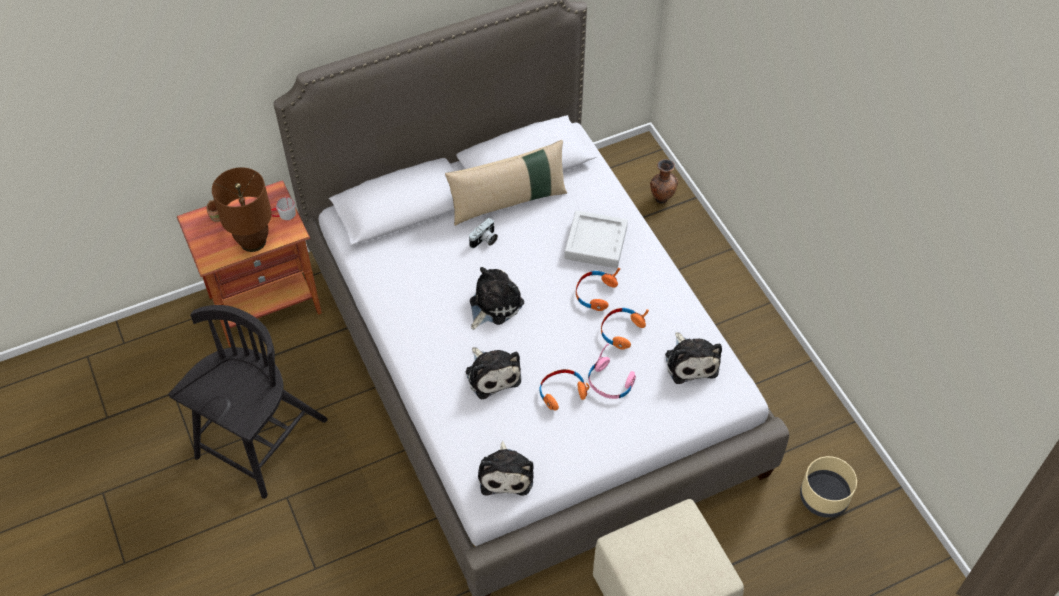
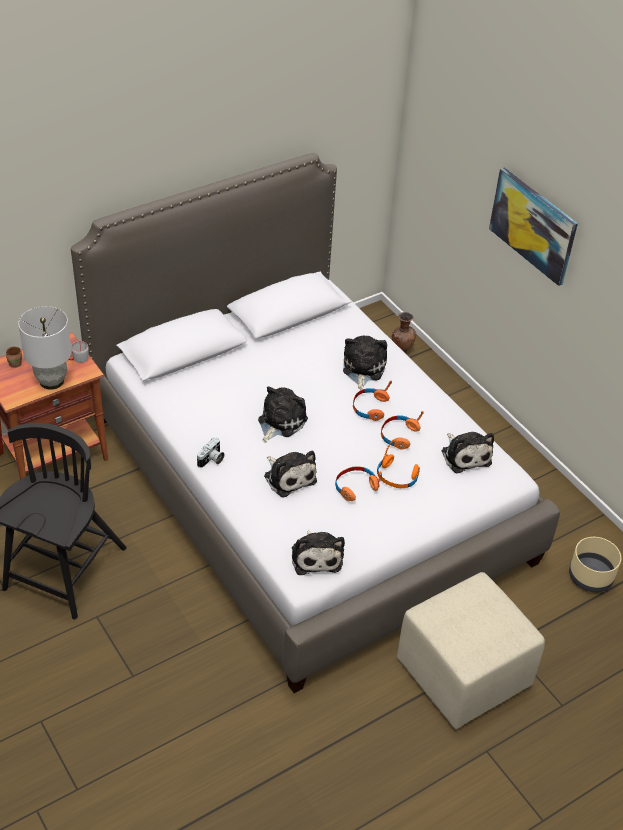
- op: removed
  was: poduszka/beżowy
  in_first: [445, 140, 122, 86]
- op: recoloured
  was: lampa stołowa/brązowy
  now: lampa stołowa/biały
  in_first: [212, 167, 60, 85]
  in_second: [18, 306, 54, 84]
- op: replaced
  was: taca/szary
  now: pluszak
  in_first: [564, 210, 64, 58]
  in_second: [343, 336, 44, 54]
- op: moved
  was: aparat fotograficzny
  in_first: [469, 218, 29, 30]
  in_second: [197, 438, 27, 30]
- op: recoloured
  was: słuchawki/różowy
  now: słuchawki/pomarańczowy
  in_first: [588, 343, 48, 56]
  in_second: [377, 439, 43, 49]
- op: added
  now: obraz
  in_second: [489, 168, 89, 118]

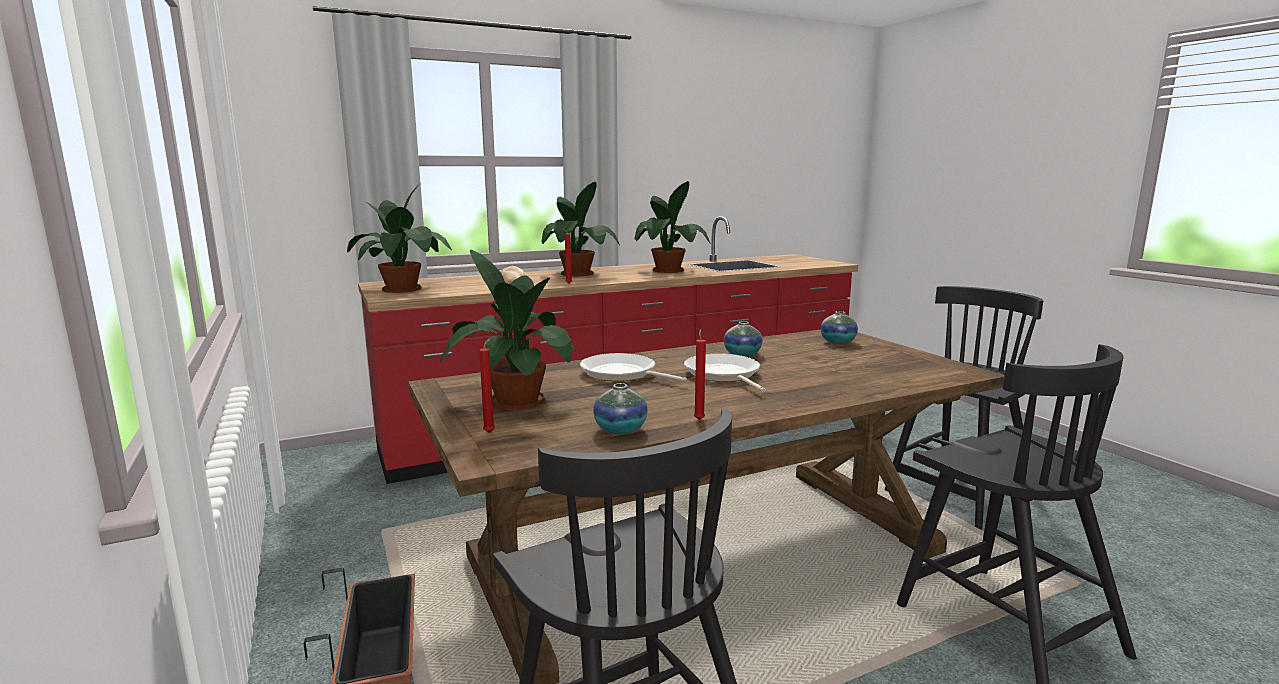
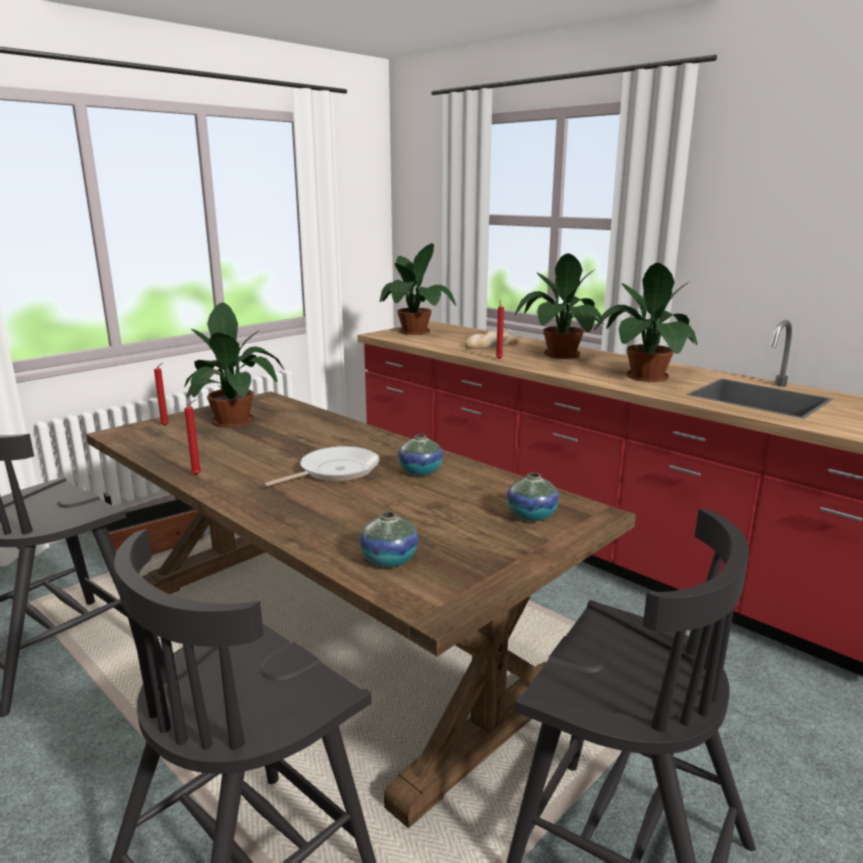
- op: removed
  was: patelnia
  in_first: [580, 353, 107, 28]
- op: moved
  was: wazon
  in_first: [593, 383, 55, 51]
  in_second: [360, 512, 58, 55]

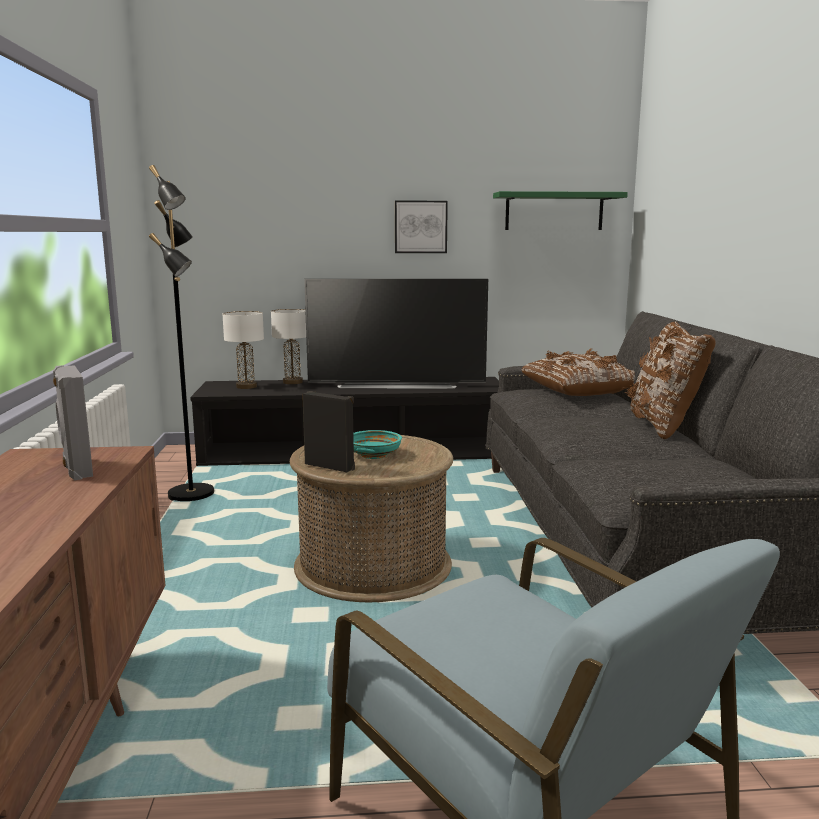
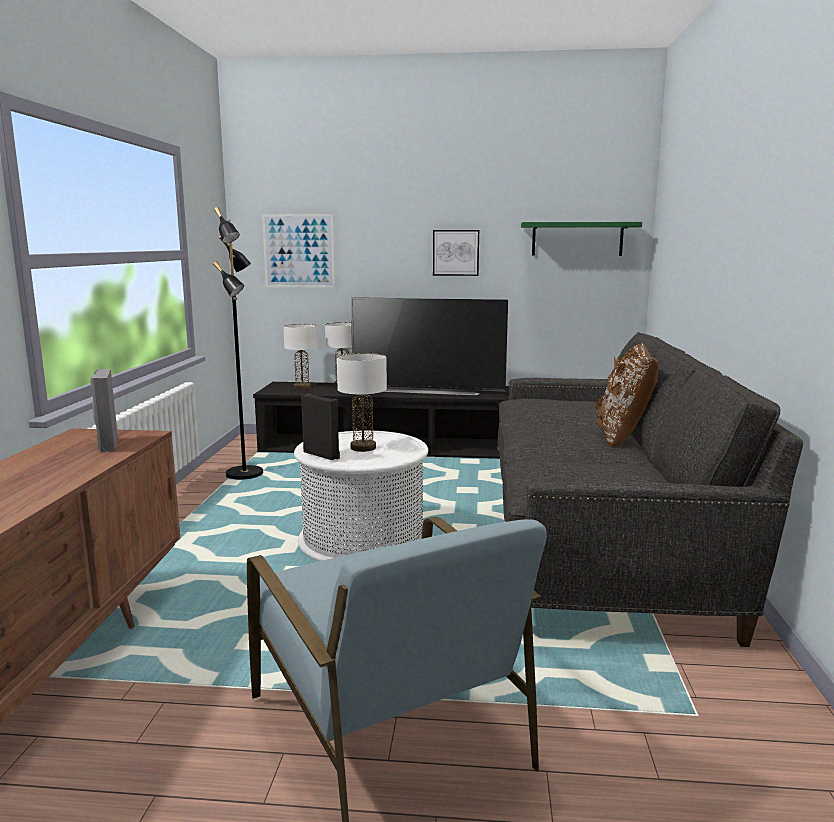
- op: removed
  was: poduszka/brązowy
  in_first: [522, 348, 113, 48]
- op: replaced
  was: miska/turkusowy
  now: lampa stołowa
  in_first: [353, 430, 49, 29]
  in_second: [337, 353, 50, 99]
- op: recoloured
  was: ława/brązowy
  now: ława/biały
  in_first: [290, 435, 163, 167]
  in_second: [294, 431, 134, 130]
- op: added
  now: obraz
  in_second: [262, 214, 73, 74]

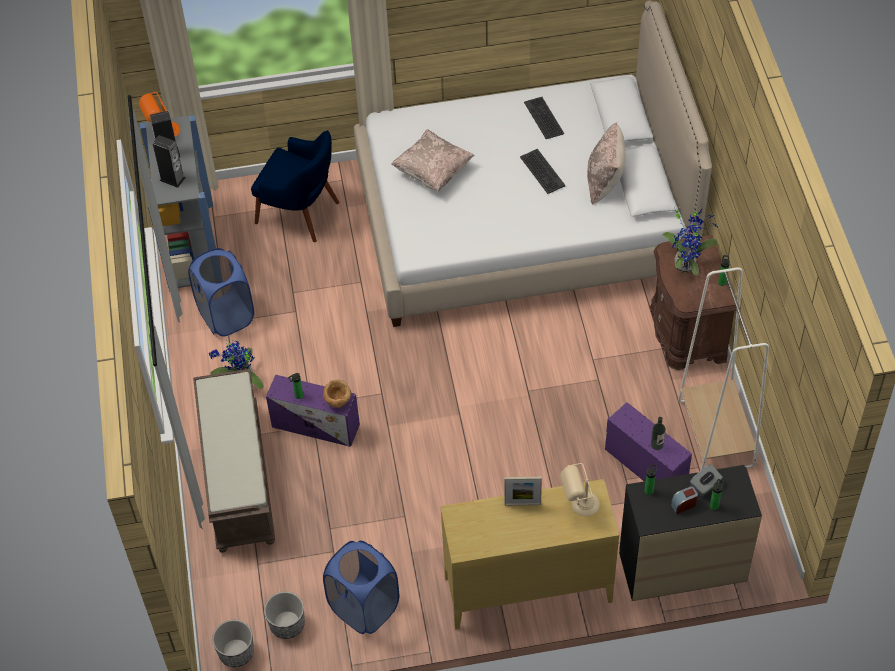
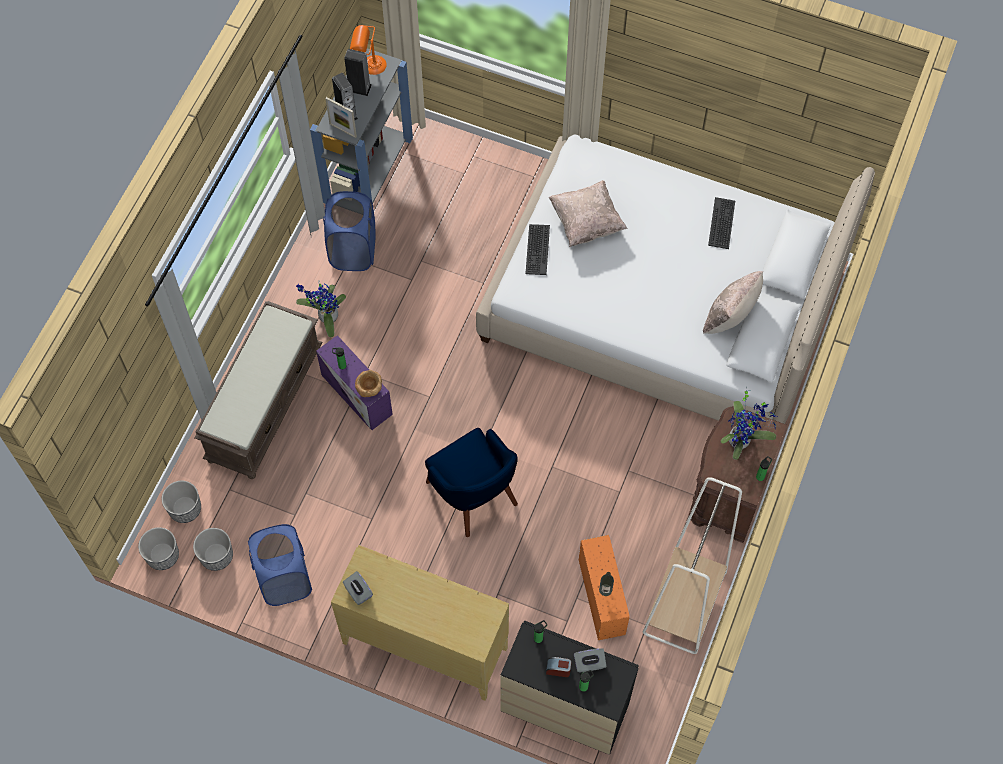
- op: moved
  was: fotel/niebieski
  in_first: [251, 130, 88, 112]
  in_second: [425, 428, 93, 109]
- op: moved
  was: klawiatura
  in_first: [520, 149, 45, 45]
  in_second: [525, 224, 25, 51]
- op: recoloured
  was: pojemnik do przechowywania/fioletowy
  now: pojemnik do przechowywania/pomarańczowy
  in_first: [605, 402, 87, 79]
  in_second: [579, 535, 50, 105]
- op: removed
  was: lampa stołowa/beżowy
  in_first: [560, 463, 40, 53]
- op: moved
  was: ramka na zdjęcie
  in_first: [505, 477, 37, 29]
  in_second: [325, 97, 32, 41]
- op: added
  now: donica
  in_second: [162, 481, 39, 42]
- op: added
  now: pudełko chusteczek/szary
  in_second: [343, 571, 30, 34]

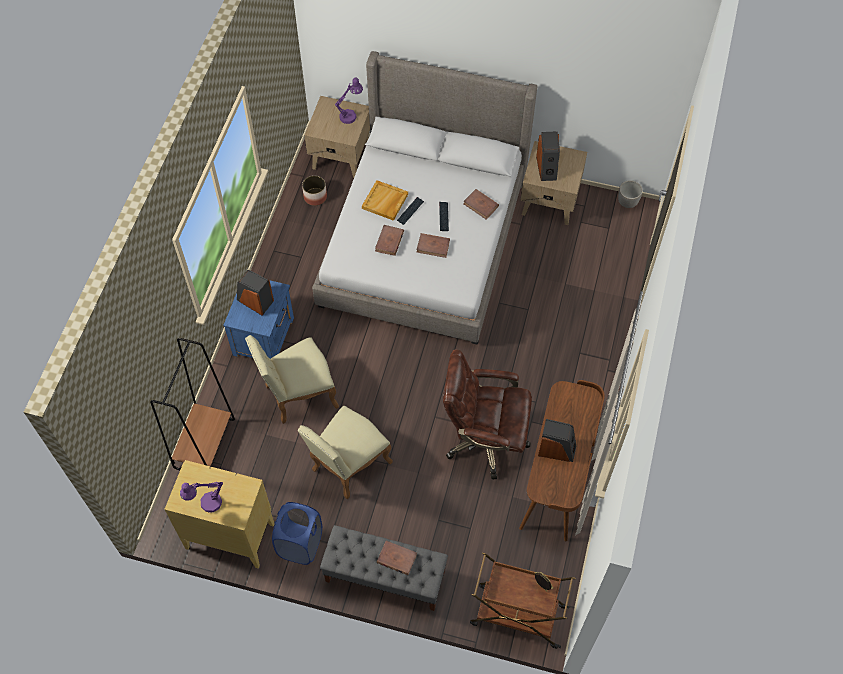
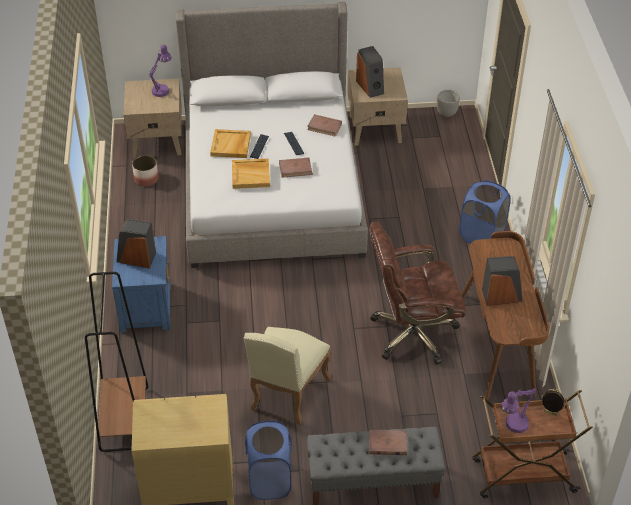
- op: replaced
  was: książka/brązowy
  now: taca/beżowy
  in_first: [375, 225, 29, 31]
  in_second: [232, 159, 38, 30]
- op: removed
  was: krzesło/beżowy
  in_first: [245, 335, 94, 89]
- op: moved
  was: lampa stołowa/fioletowy
  in_first: [180, 482, 43, 31]
  in_second: [501, 388, 36, 45]
- op: added
  now: kosz na pranie/niebieski
  in_second: [459, 180, 52, 64]

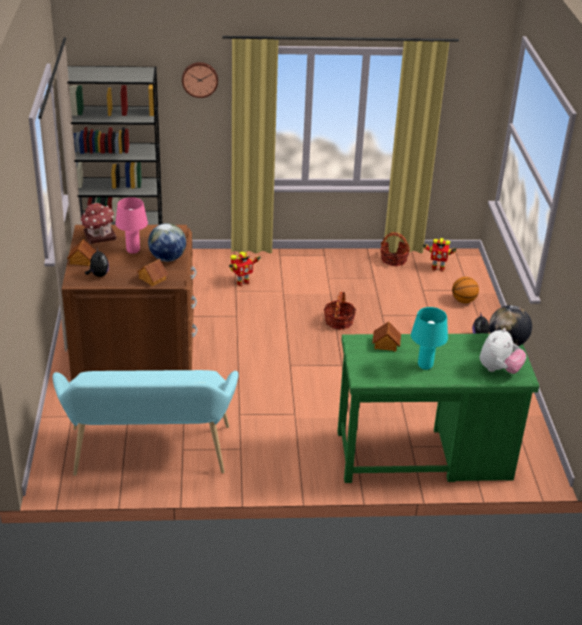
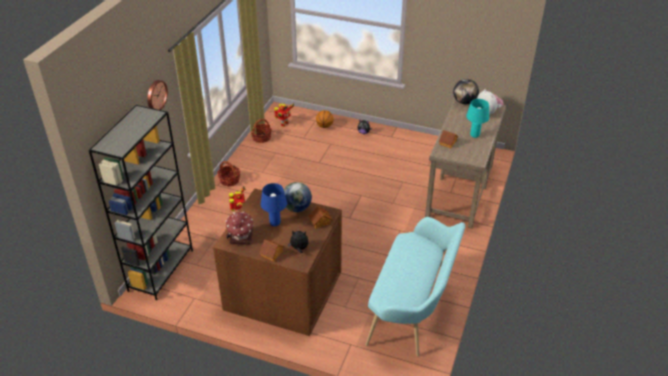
- op: recoloured
  was: lampa stołowa/różowy
  now: lampa stołowa/niebieski
  in_first: [115, 197, 33, 57]
  in_second: [261, 183, 26, 43]
- op: moved
  was: koszyk
  in_first: [324, 292, 32, 38]
  in_second: [217, 161, 23, 26]
- op: recoloured
  was: biurko/zielony
  now: biurko/brązowy
  in_first: [337, 333, 202, 150]
  in_second: [425, 99, 81, 129]

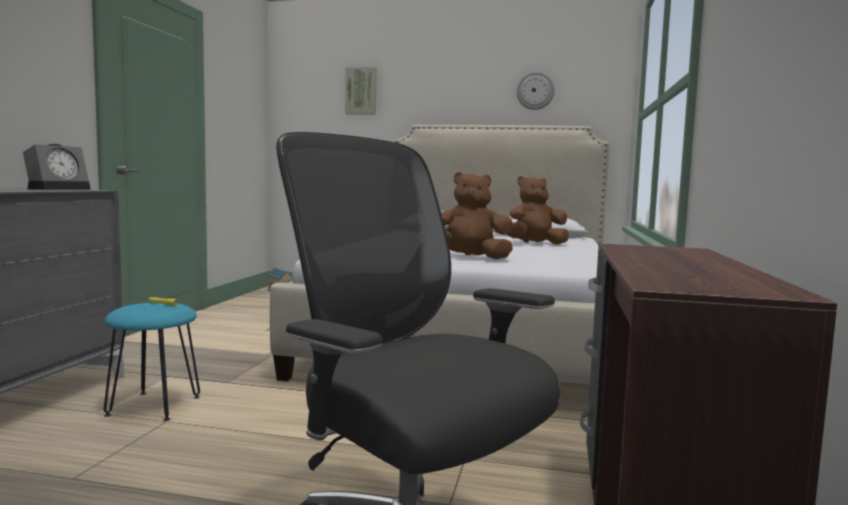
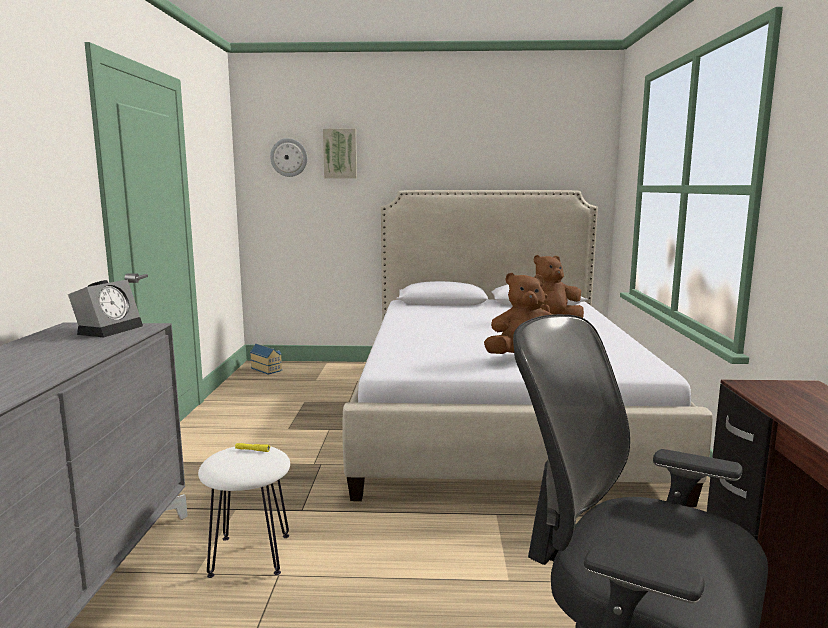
- op: moved
  was: zegar ścienny
  in_first: [516, 71, 39, 39]
  in_second: [270, 138, 37, 39]
- op: recoloured
  was: stołek/turkusowy
  now: stołek/biały
  in_first: [103, 303, 97, 118]
  in_second: [198, 446, 92, 132]

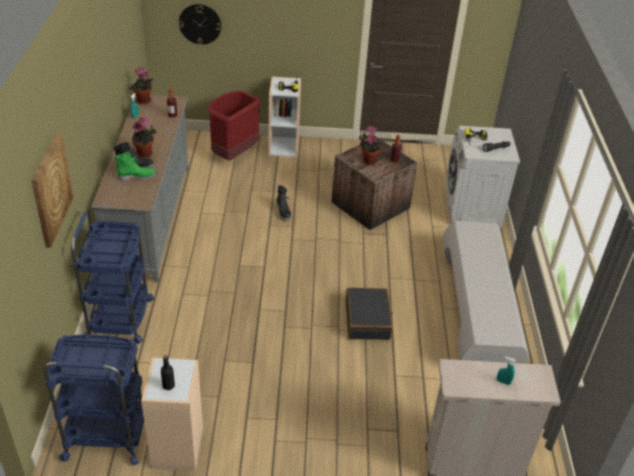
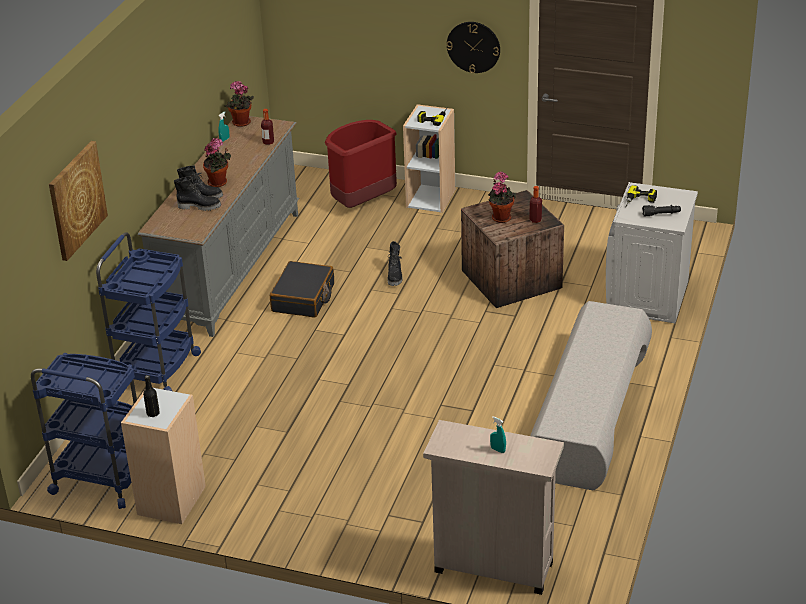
- op: moved
  was: zegar ścienny
  in_first: [179, 4, 42, 41]
  in_second: [446, 22, 54, 51]
- op: recoloured
  was: but z cholewką/zielony
  now: but z cholewką/czarny
  in_first: [115, 152, 42, 29]
  in_second: [174, 176, 47, 35]
- op: moved
  was: walizka/czarny
  in_first: [346, 287, 47, 53]
  in_second: [270, 261, 64, 57]

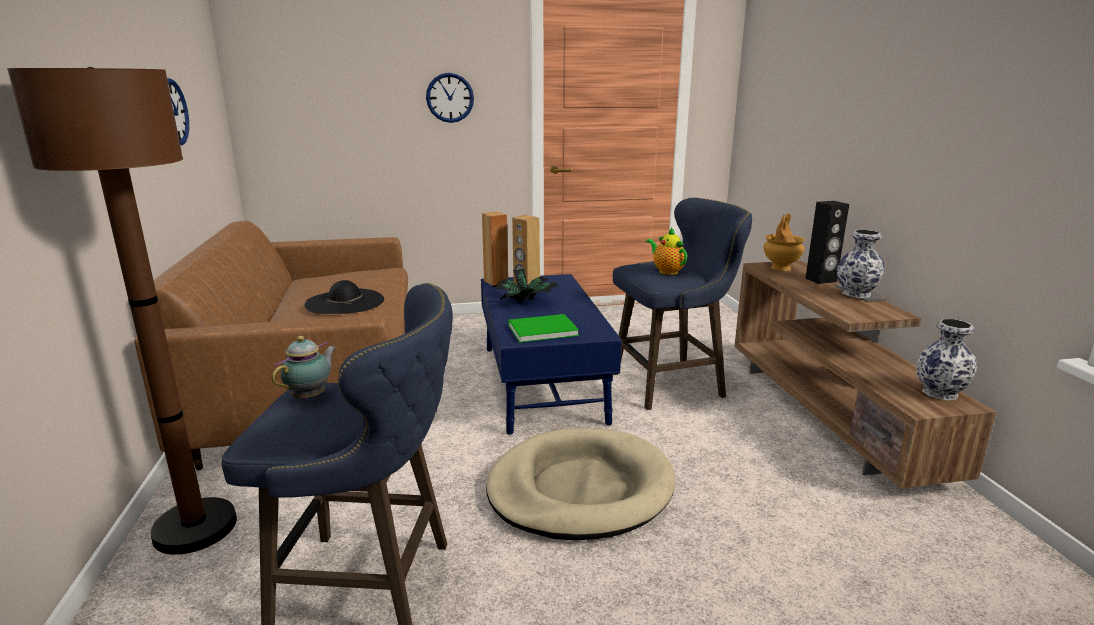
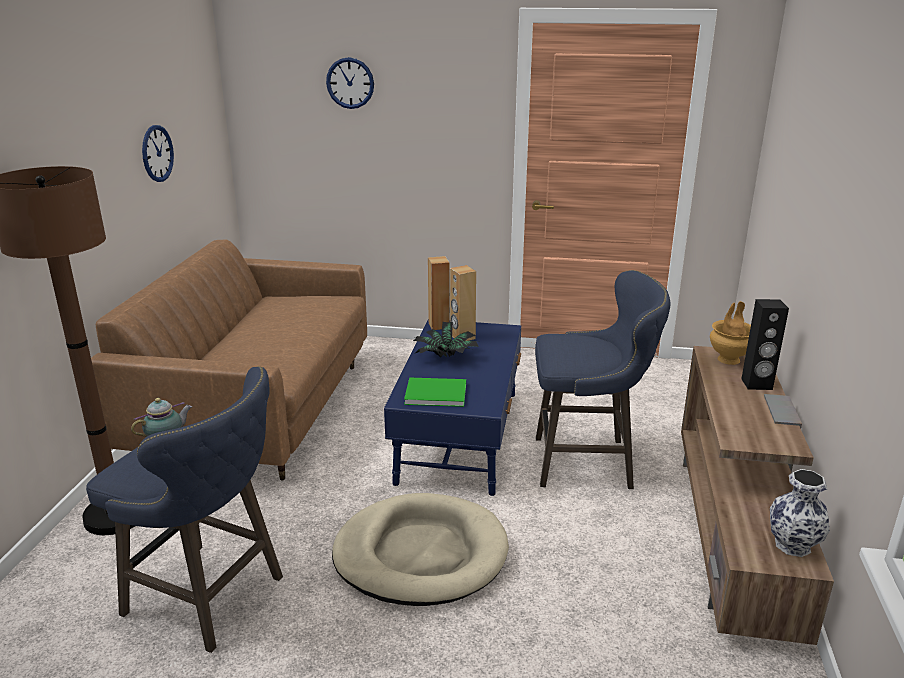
- op: moved
  was: zegar ścienny
  in_first: [426, 73, 48, 50]
  in_second: [326, 57, 48, 52]
- op: removed
  was: imbryk
  in_first: [646, 227, 41, 48]
- op: removed
  was: wazon
  in_first: [837, 230, 48, 68]
- op: removed
  was: kapelusz/czarny
  in_first: [305, 280, 79, 34]

